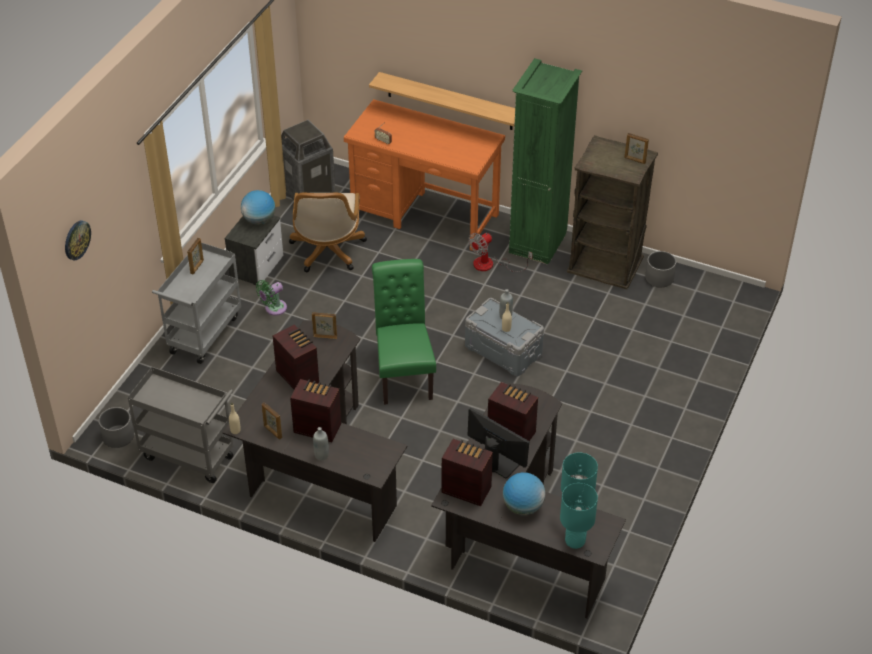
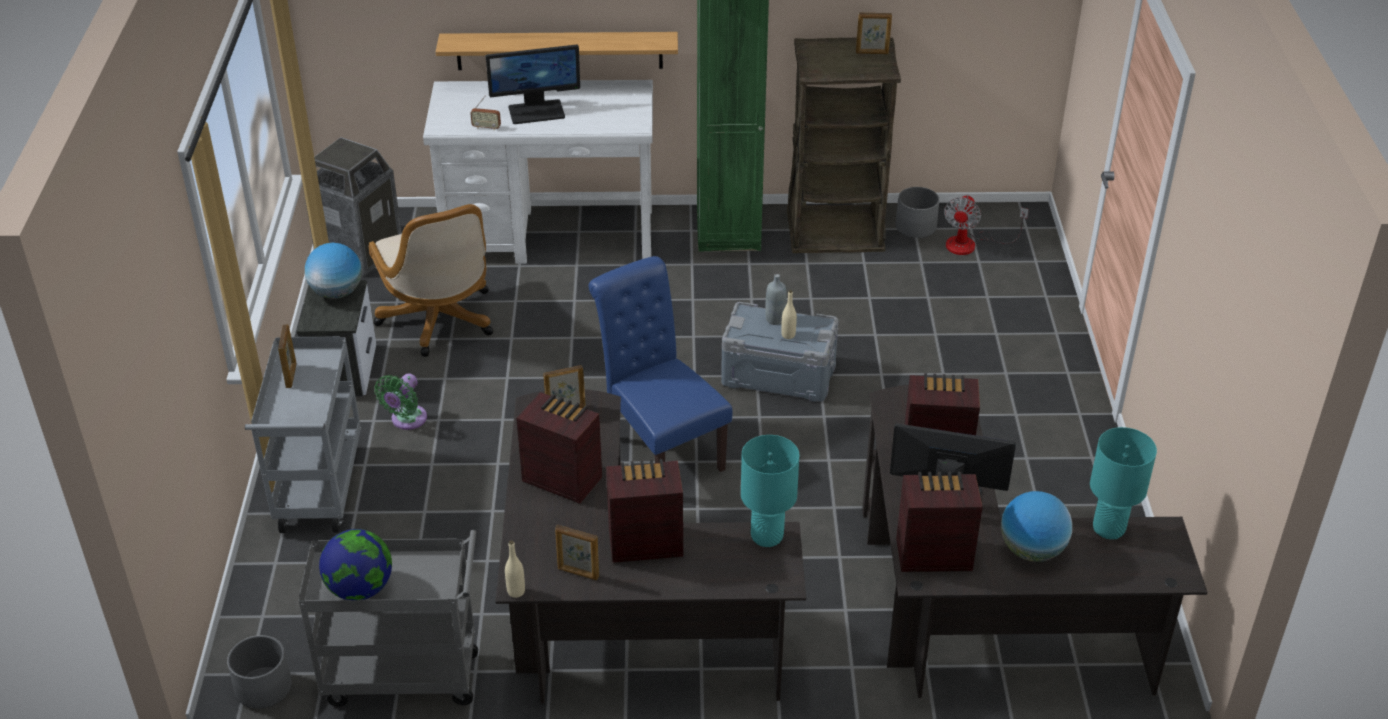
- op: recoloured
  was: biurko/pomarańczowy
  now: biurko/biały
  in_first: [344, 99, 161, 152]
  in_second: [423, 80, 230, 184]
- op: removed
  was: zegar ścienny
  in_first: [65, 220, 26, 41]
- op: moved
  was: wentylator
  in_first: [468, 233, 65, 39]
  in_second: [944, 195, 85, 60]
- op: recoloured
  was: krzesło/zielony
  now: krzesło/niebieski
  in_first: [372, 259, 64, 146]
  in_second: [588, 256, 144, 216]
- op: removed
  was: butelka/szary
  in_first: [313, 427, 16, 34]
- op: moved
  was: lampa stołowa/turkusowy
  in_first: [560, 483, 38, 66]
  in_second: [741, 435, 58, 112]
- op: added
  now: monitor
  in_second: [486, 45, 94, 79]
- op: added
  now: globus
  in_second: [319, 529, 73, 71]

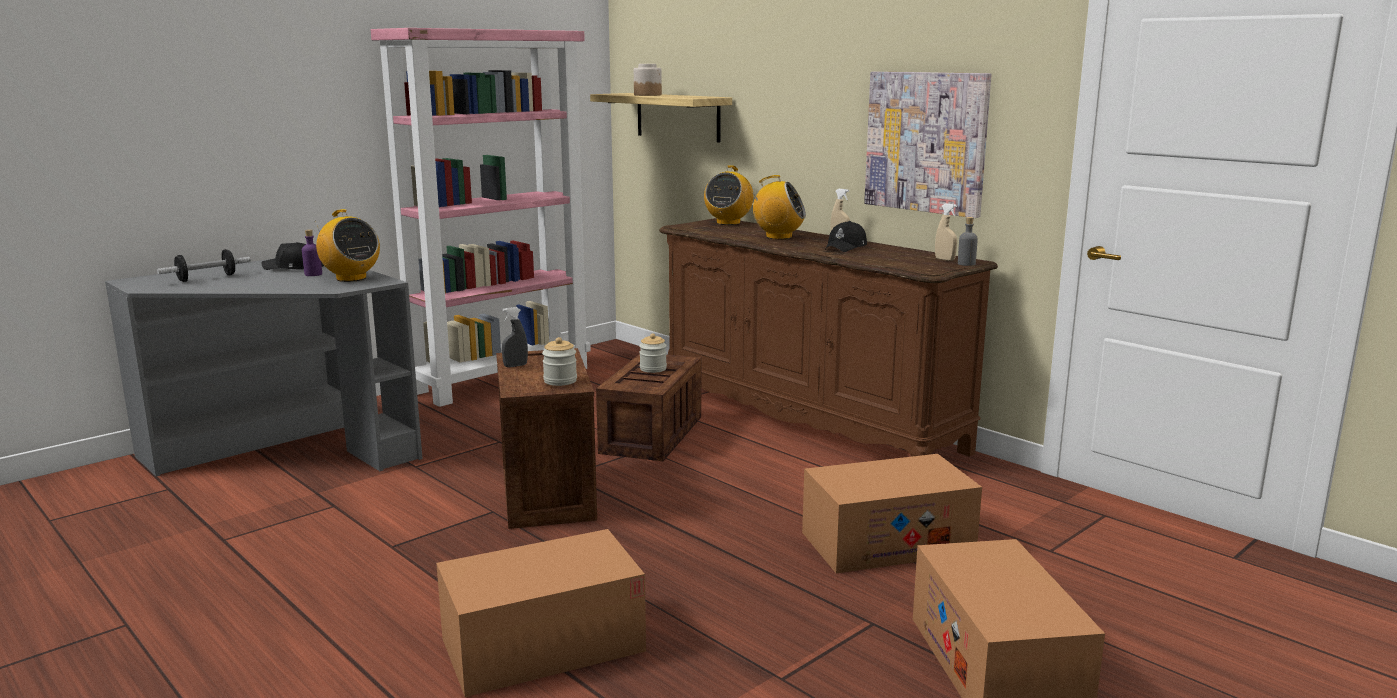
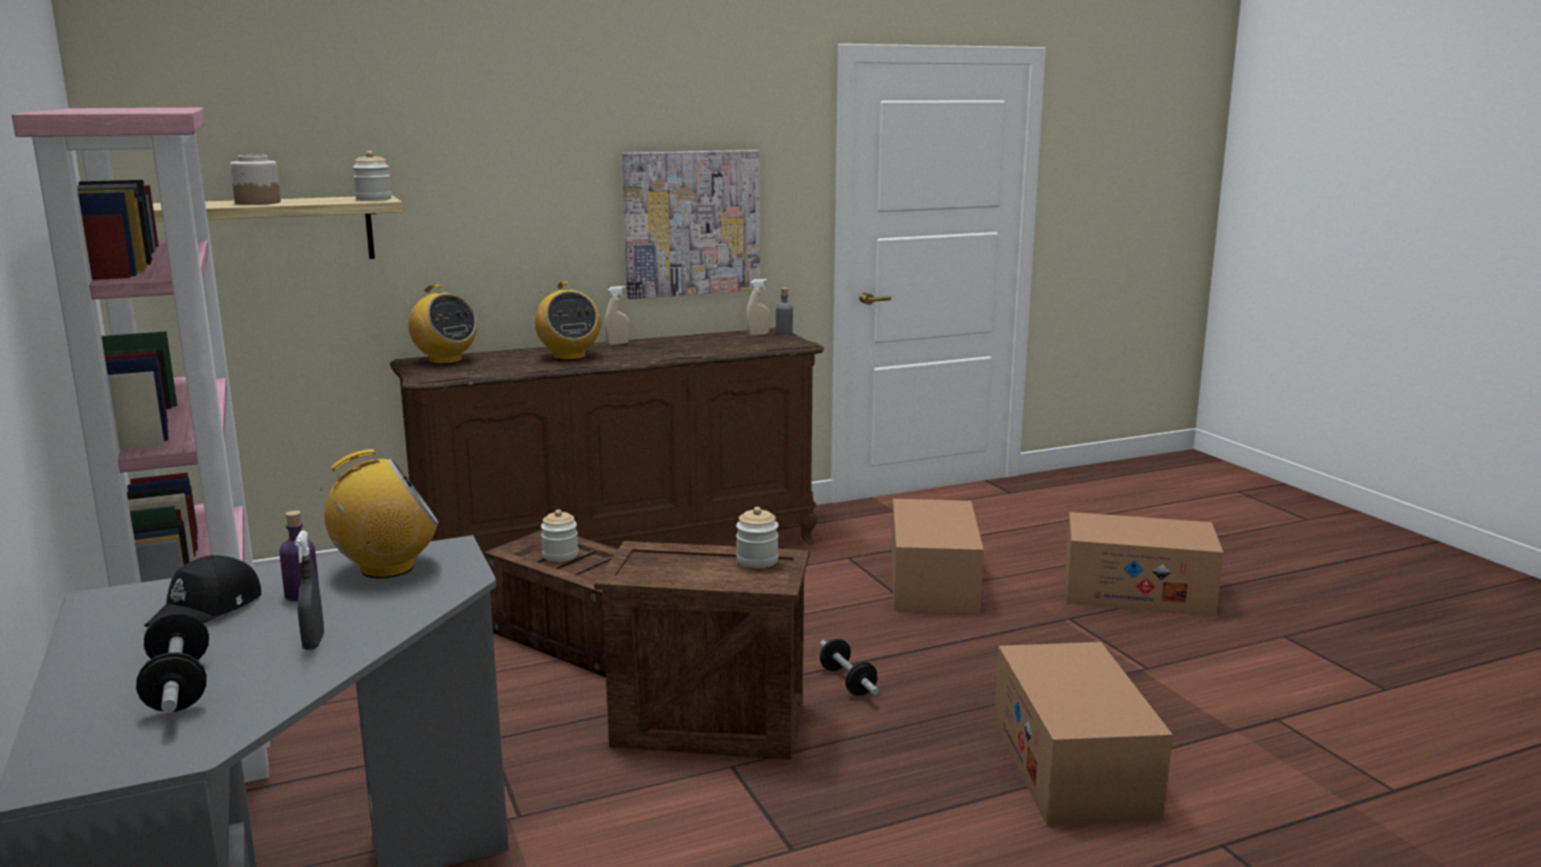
- op: turned
  was: radio
  in_first: [749, 175, 57, 65]
  in_second: [535, 282, 66, 78]
  clockwise: 120
- op: removed
  was: czapka z daszkiem/czarny
  in_first: [825, 221, 42, 31]
- op: moved
  was: spryskiwacz/szary
  in_first: [502, 307, 26, 60]
  in_second: [295, 530, 29, 120]
- op: added
  now: słoik
  in_second: [352, 151, 40, 50]
- op: added
  now: hantel
  in_second: [820, 639, 59, 56]

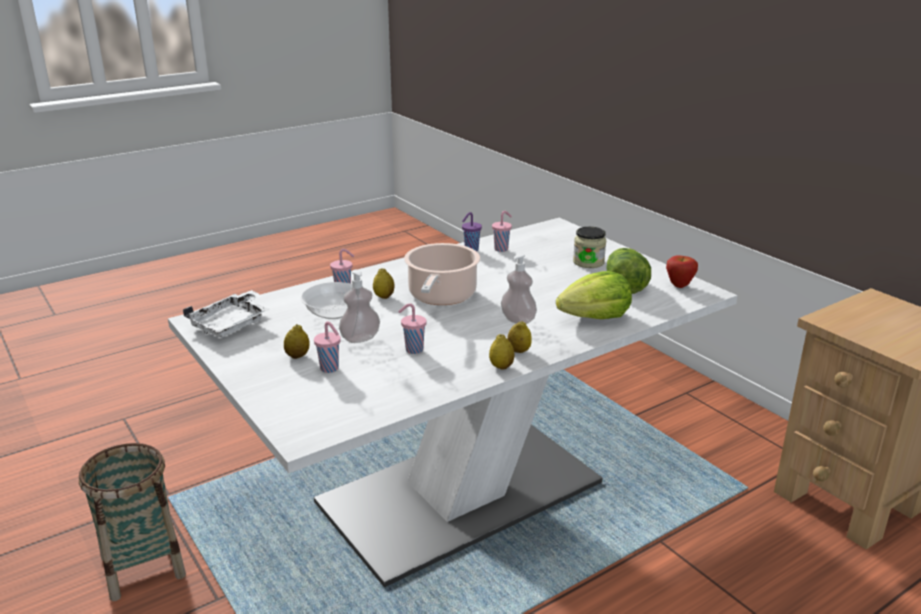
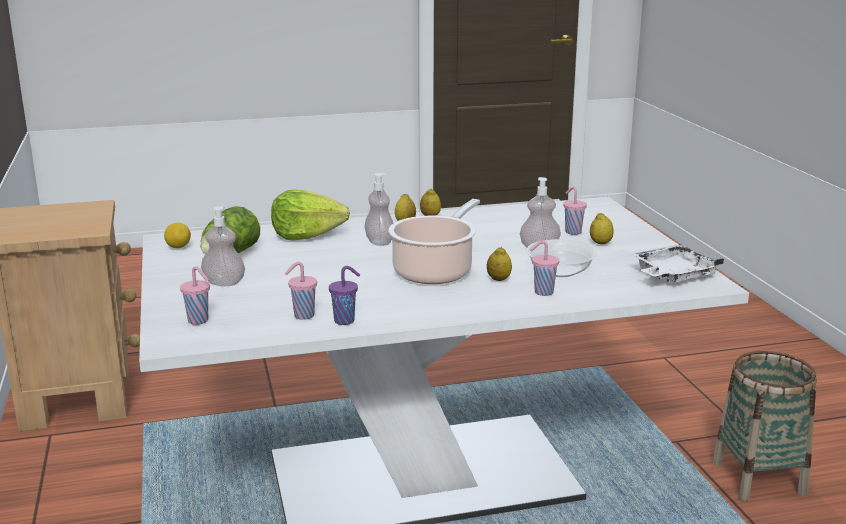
- op: replaced
  was: słoik
  now: dozownik mydła
  in_first: [573, 227, 33, 41]
  in_second: [201, 206, 44, 80]
- op: replaced
  was: jabłko
  now: cytryna
  in_first: [666, 256, 32, 32]
  in_second: [164, 223, 27, 25]
- op: moved
  was: filiżanka/różowy
  in_first: [398, 303, 29, 51]
  in_second: [180, 266, 30, 59]

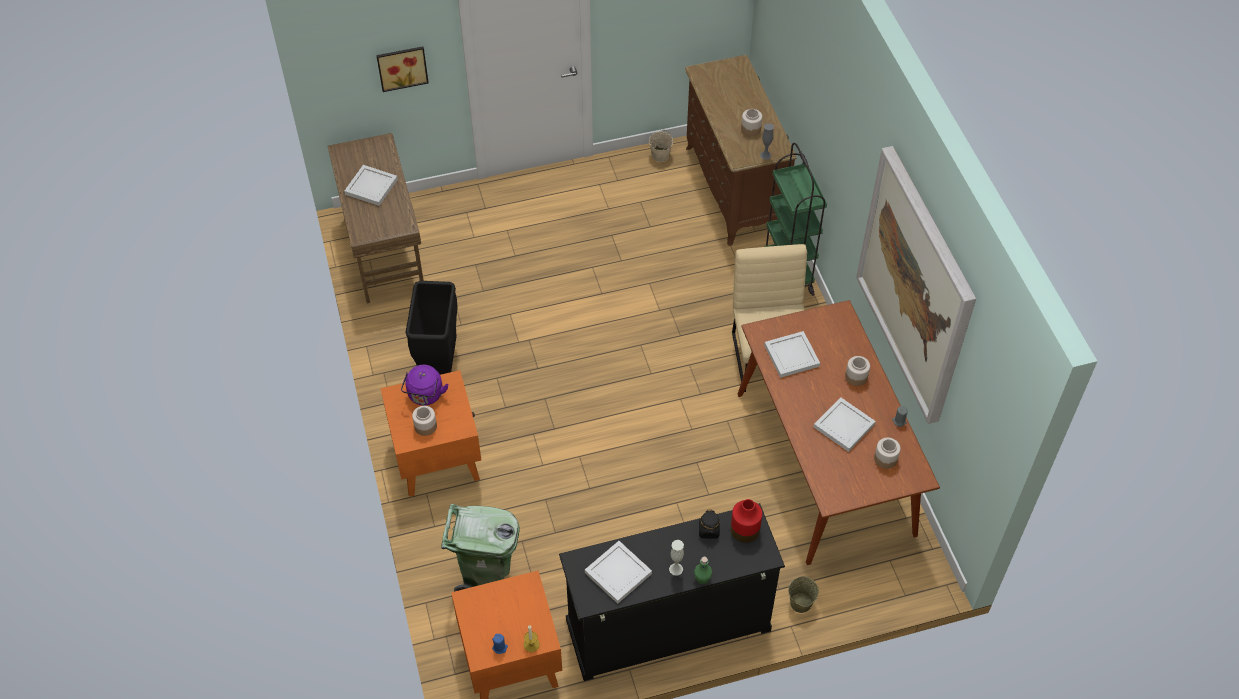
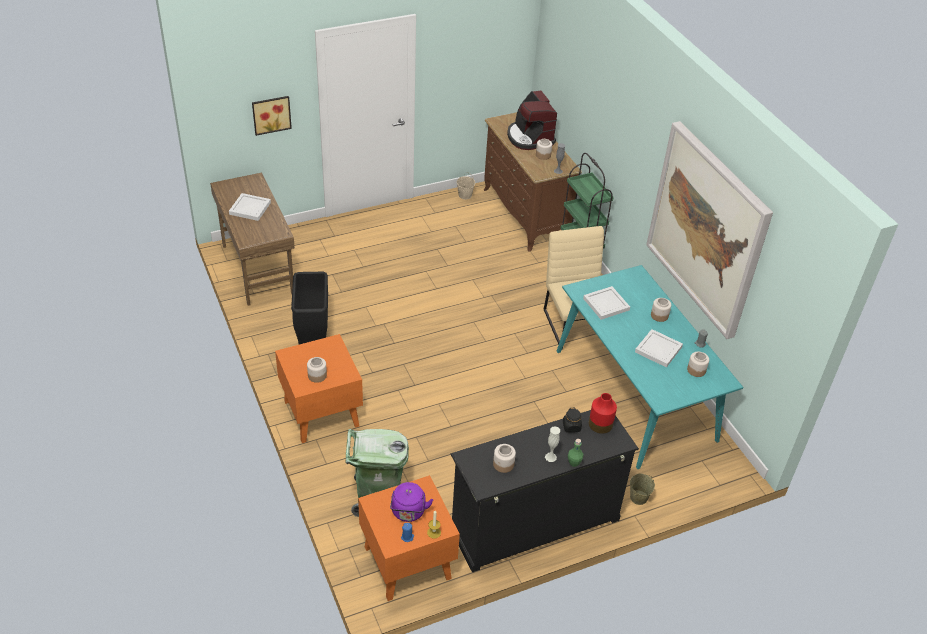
- op: recoloured
  was: stół jadalny/brązowy
  now: stół jadalny/turkusowy
  in_first: [738, 300, 202, 265]
  in_second: [557, 265, 186, 204]
- op: moved
  was: czajnik/fioletowy
  in_first: [401, 365, 48, 41]
  in_second: [390, 482, 43, 40]
- op: replaced
  was: taca/biały
  now: słoik
  in_first: [585, 541, 67, 63]
  in_second: [493, 444, 23, 29]
- op: added
  now: ekspres do kawy
  in_second: [507, 90, 50, 60]

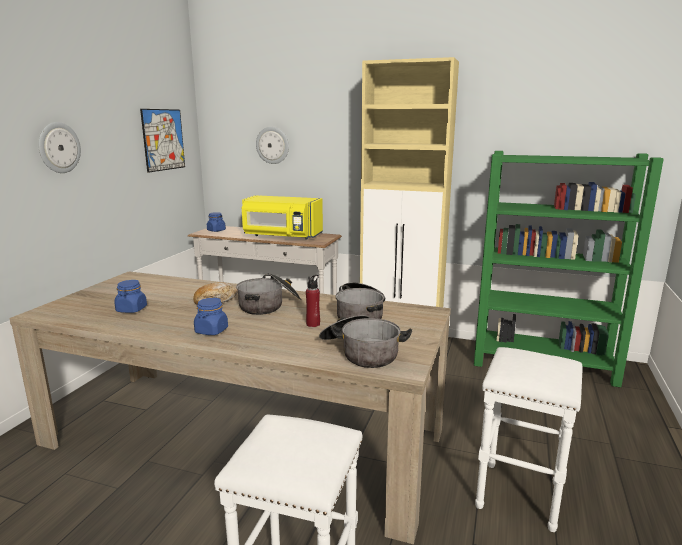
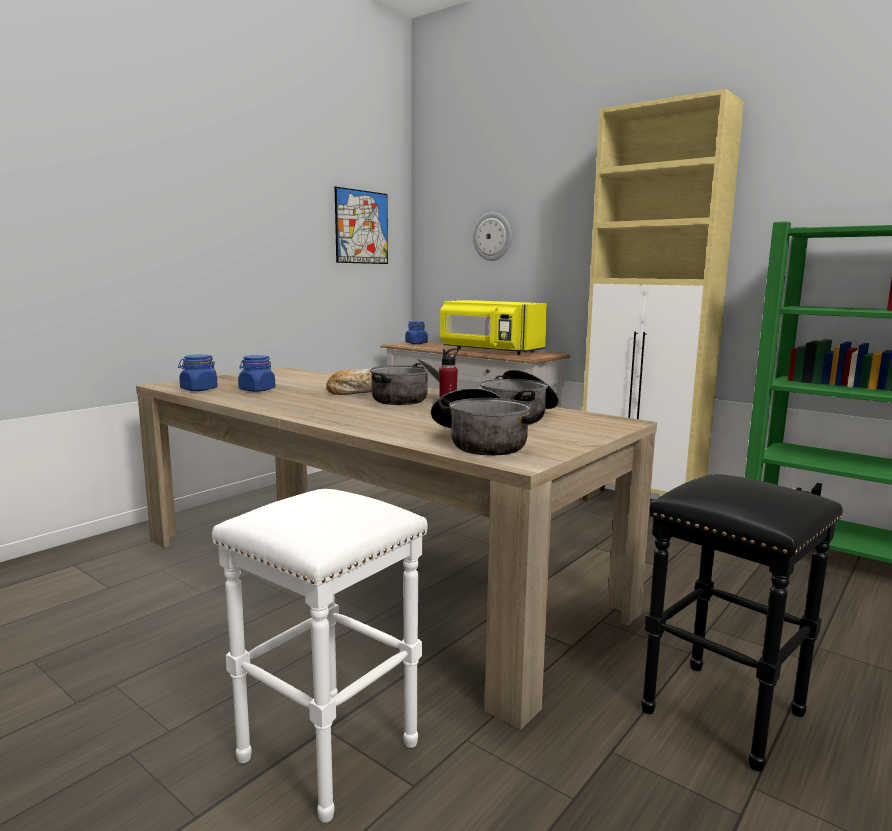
- op: removed
  was: zegar ścienny
  in_first: [38, 122, 43, 51]
- op: moved
  was: słoik/niebieski
  in_first: [194, 298, 34, 37]
  in_second: [178, 355, 40, 36]
- op: recoloured
  was: stołek/biały
  now: stołek/czarny
  in_first: [475, 347, 108, 185]
  in_second: [641, 474, 202, 297]

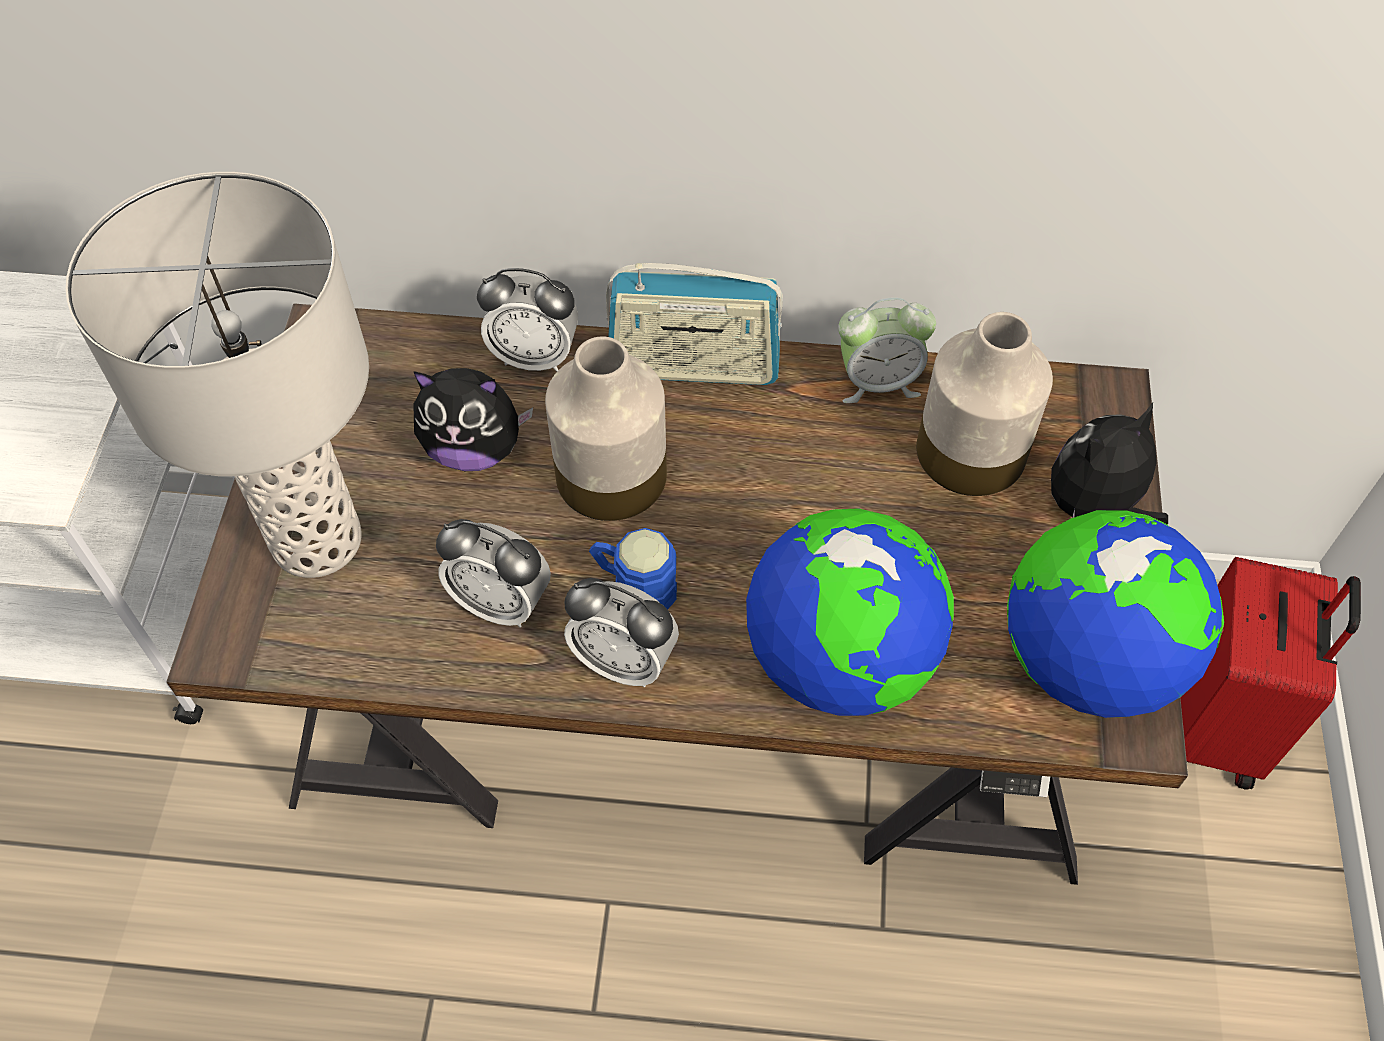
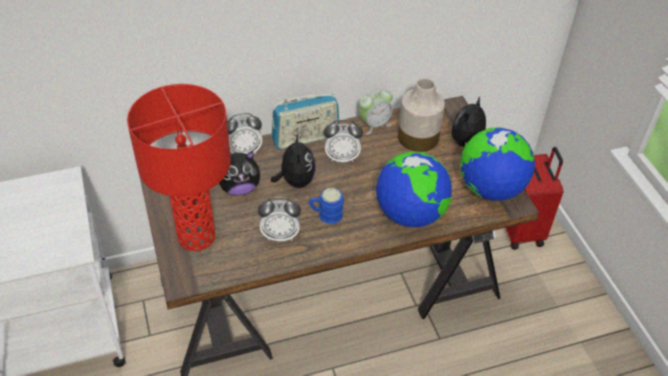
- op: recoloured
  was: lampa stołowa/biały
  now: lampa stołowa/czerwony
  in_first: [66, 172, 303, 406]
  in_second: [127, 84, 104, 167]
- op: replaced
  was: wazon/beżowy
  now: pluszak
  in_first: [545, 336, 122, 185]
  in_second: [271, 133, 45, 55]
- op: moved
  was: budzik
  in_first: [564, 578, 115, 109]
  in_second: [324, 119, 39, 43]

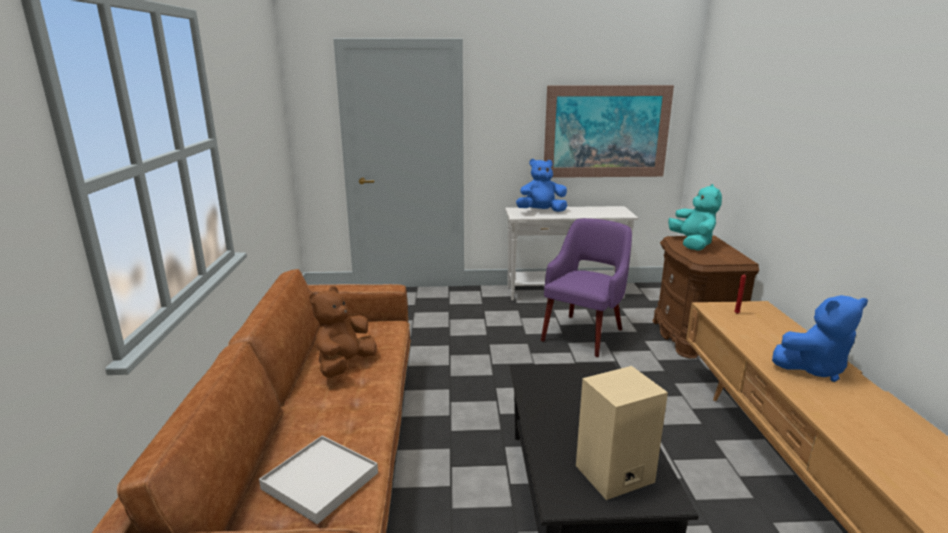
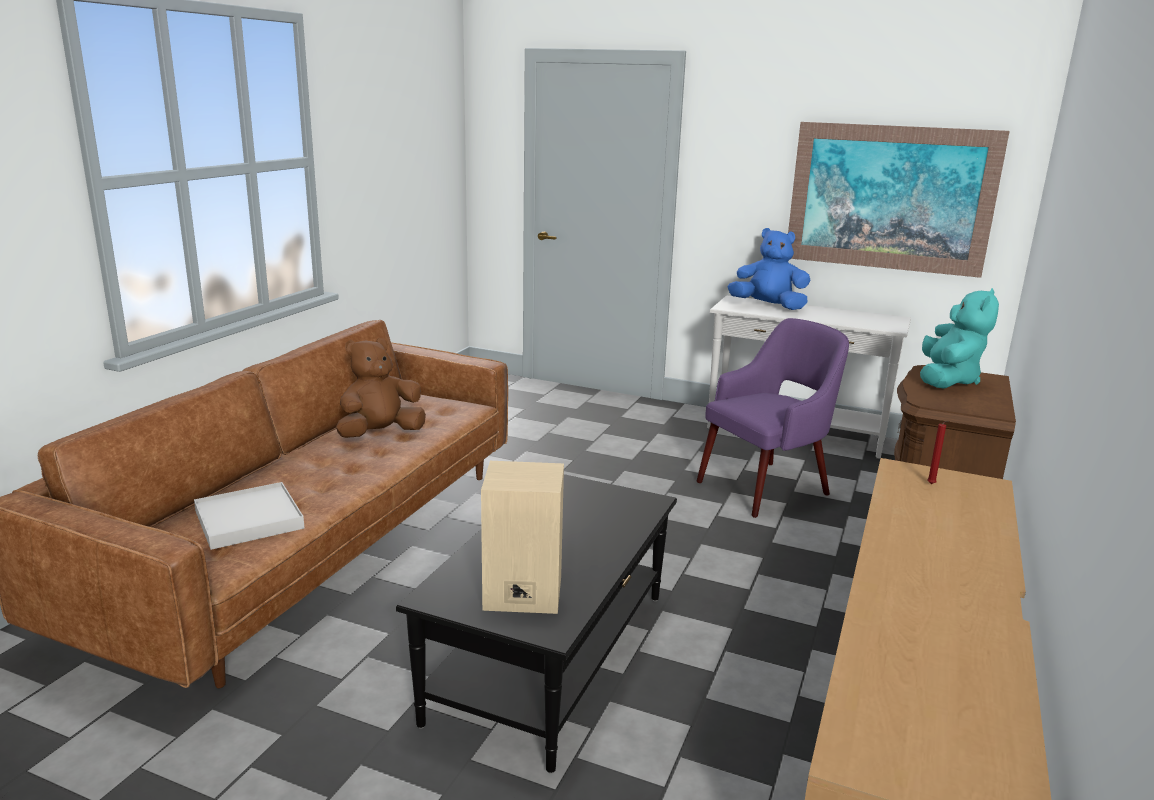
- op: removed
  was: pluszak/niebieski
  in_first: [772, 295, 96, 87]

